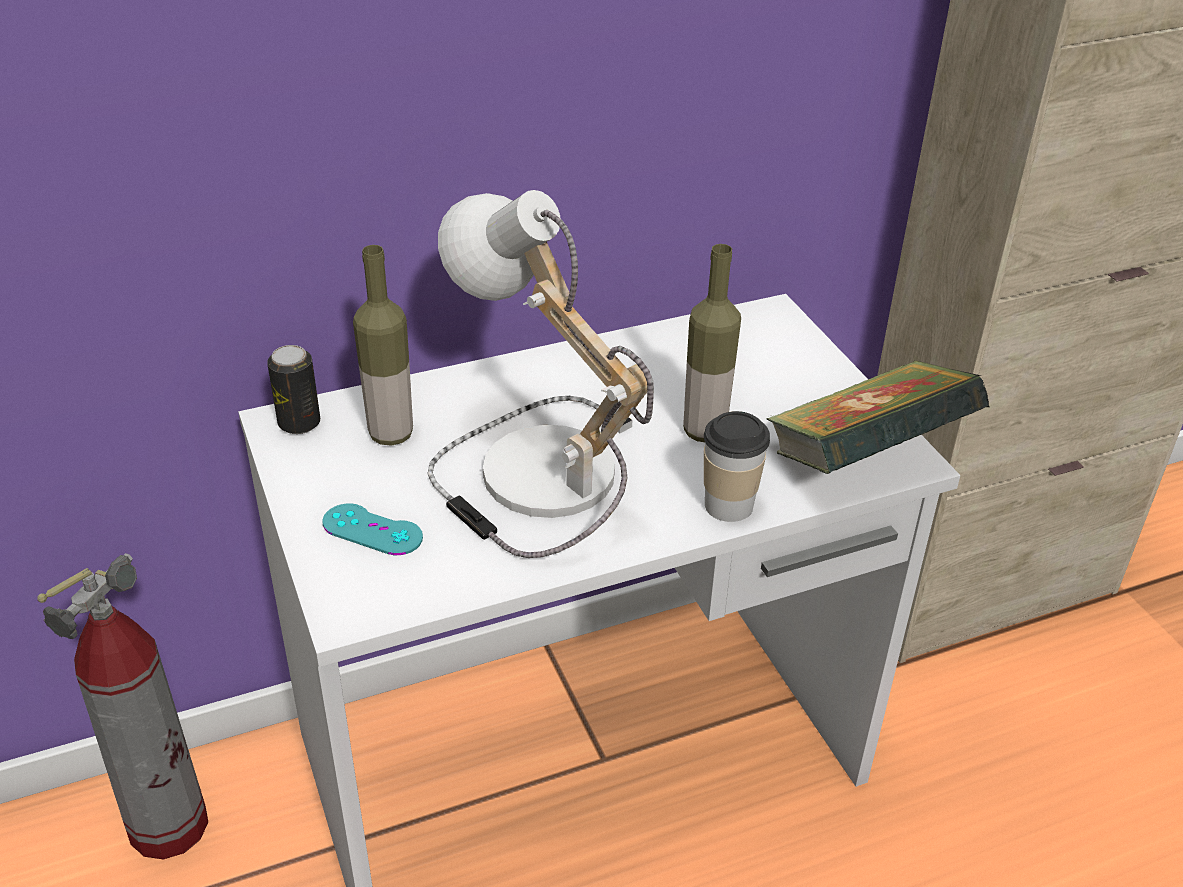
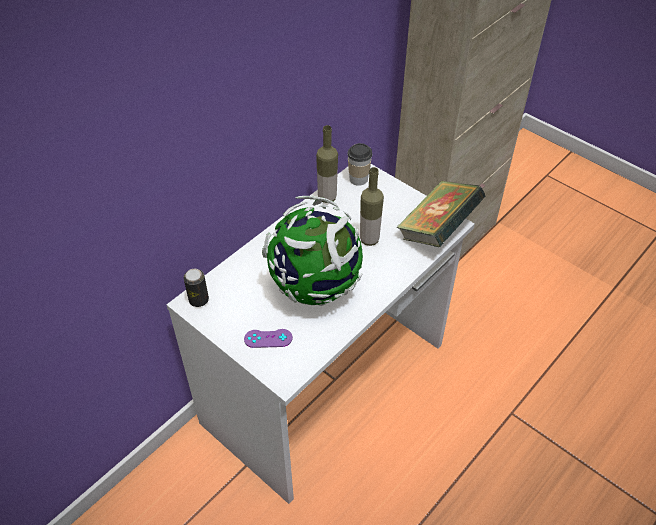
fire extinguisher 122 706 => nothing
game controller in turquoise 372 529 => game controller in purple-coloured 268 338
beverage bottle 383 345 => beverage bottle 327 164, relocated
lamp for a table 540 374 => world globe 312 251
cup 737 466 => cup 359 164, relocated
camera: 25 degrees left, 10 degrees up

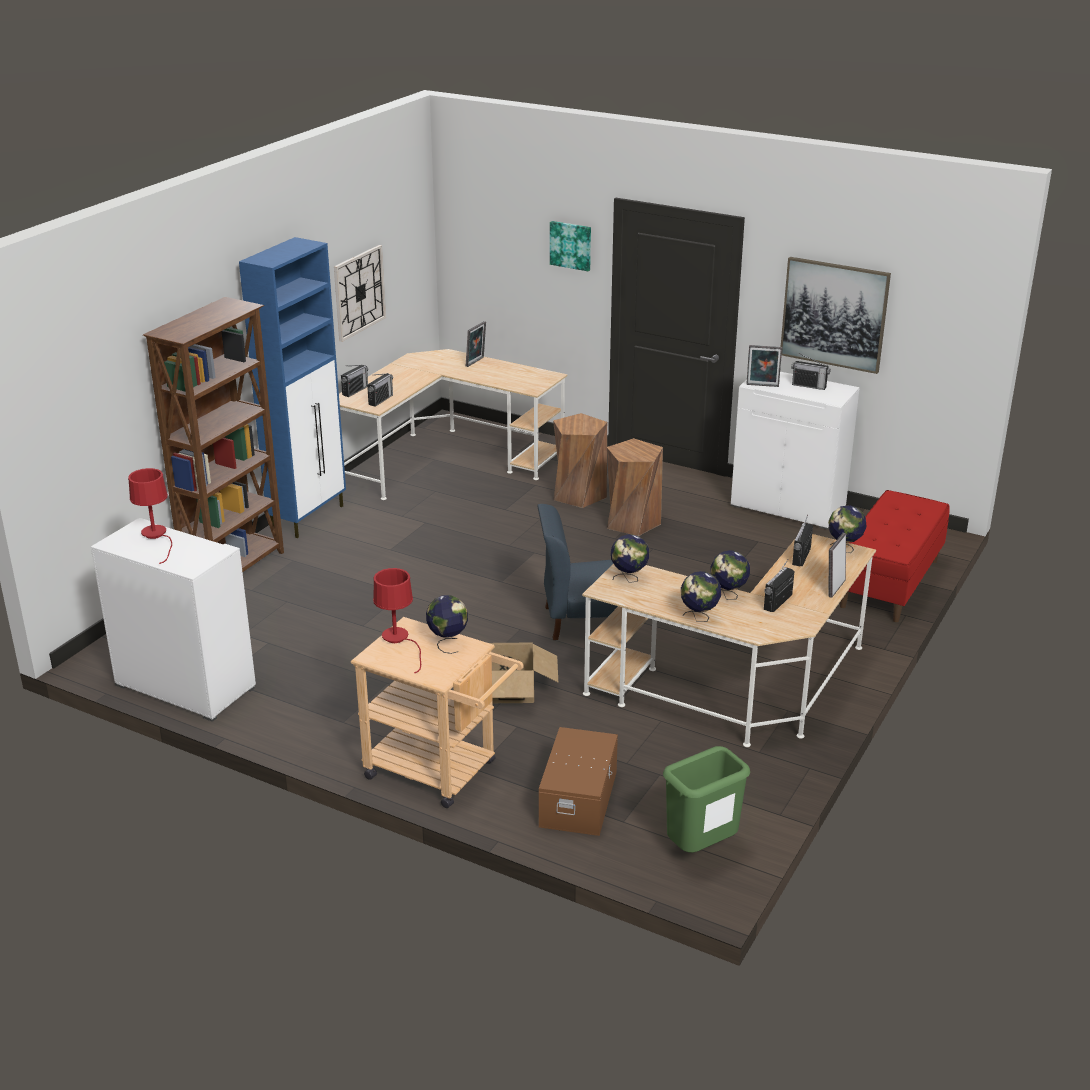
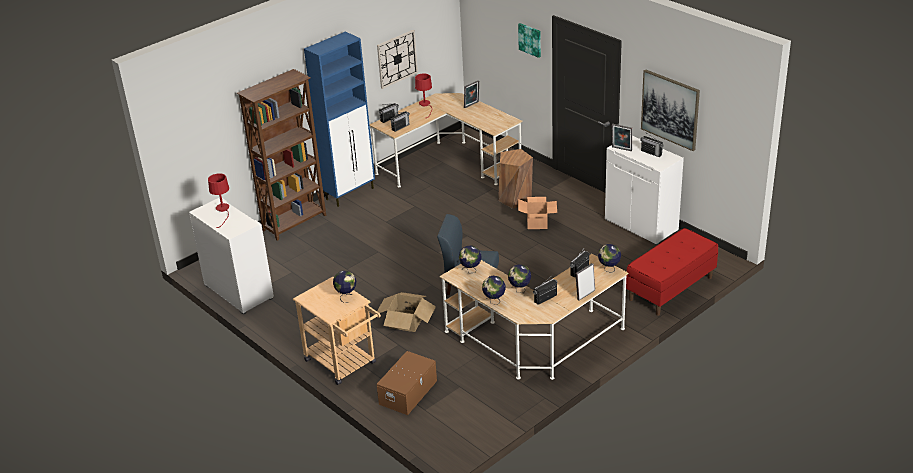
lamp for a table in reddish 397 620 => lamp for a table in reddish 423 95, relocated
sitting stool in brownish 635 487 => packing box 537 213
trash can in green-coloured 706 799 => nothing
camera: 20 degrees right, 5 degrees up

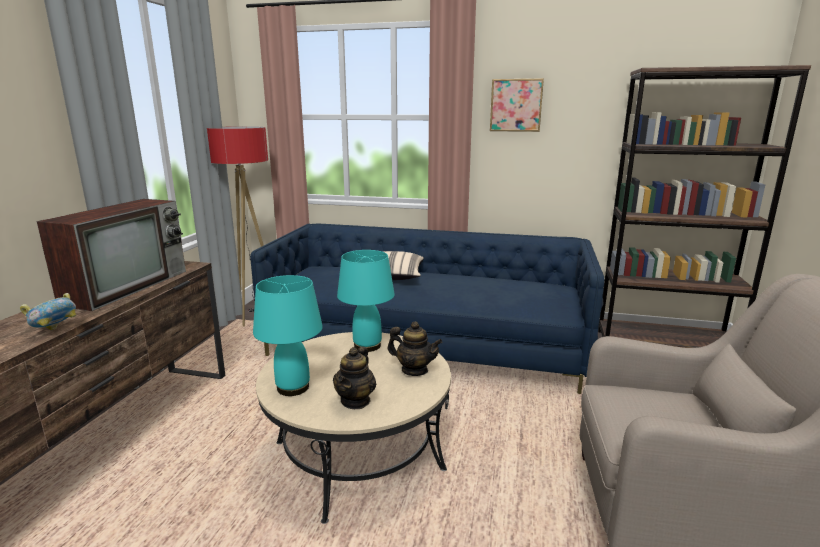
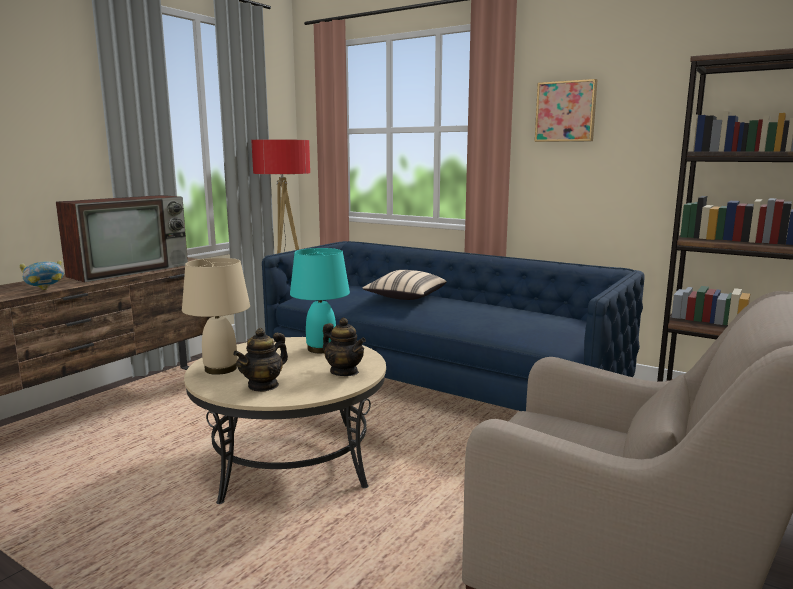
lamp for a table in turquoise 288 335 => lamp for a table in beige-coloured 216 316
camera: 20 degrees right, 5 degrees down

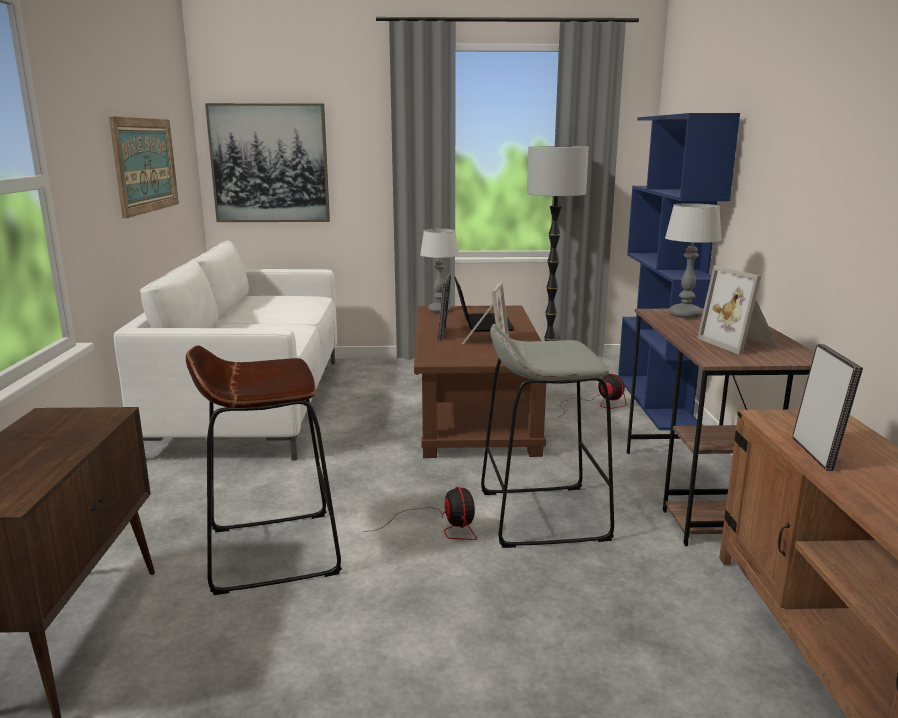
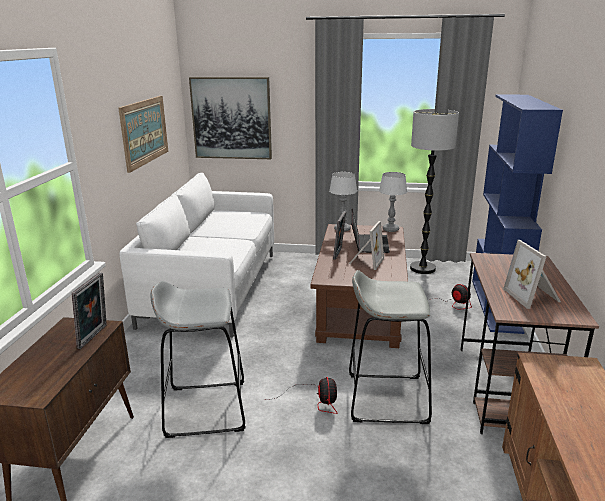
sitting stool in brownish 264 470 => sitting stool in grey 198 359
lamp for a table 693 260 => lamp for a table 393 202, relocated
picture frame 827 407 => picture frame 89 310, relocated
camera: 10 degrees right, 5 degrees up

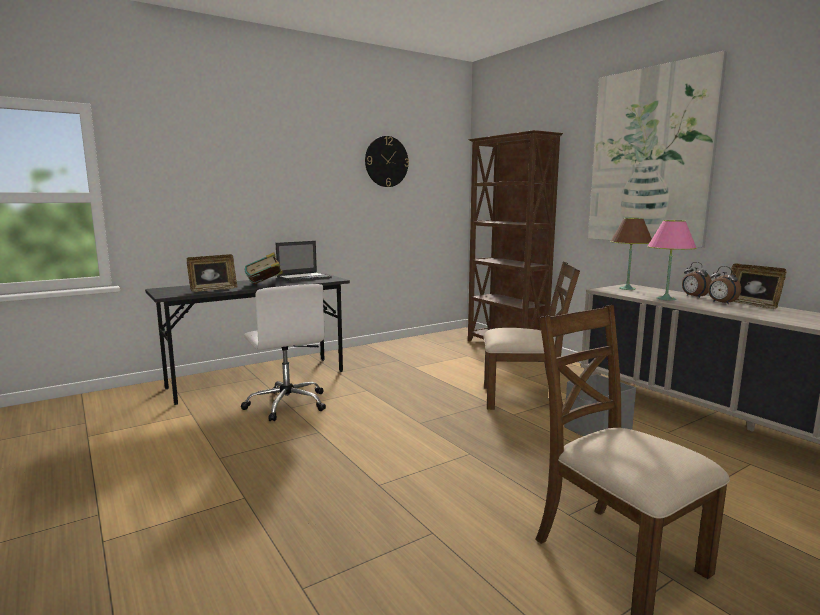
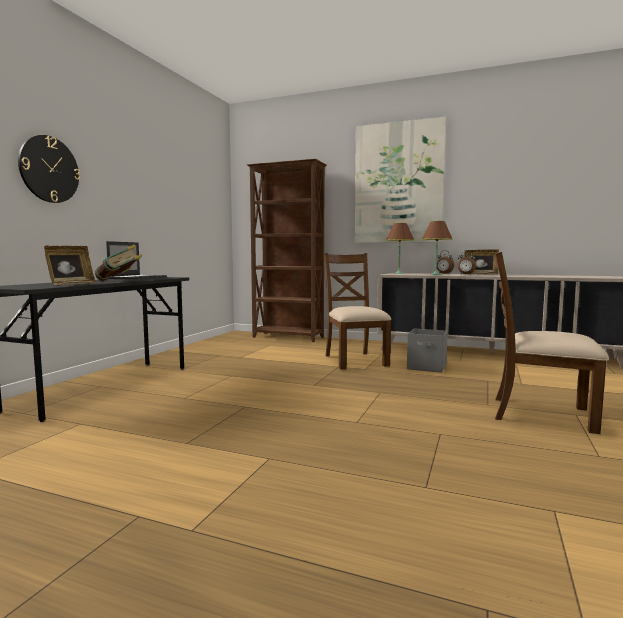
office chair in whitish 283 352 => nothing
clock on the wall 387 161 => clock on the wall 49 169, relocated
upright chair in brownish 531 335 => upright chair in brownish 357 311, 75 degrees counterclockwise
lamp for a table in pinkish 672 260 => lamp for a table in brownish 437 248
camera: 35 degrees left, 5 degrees down

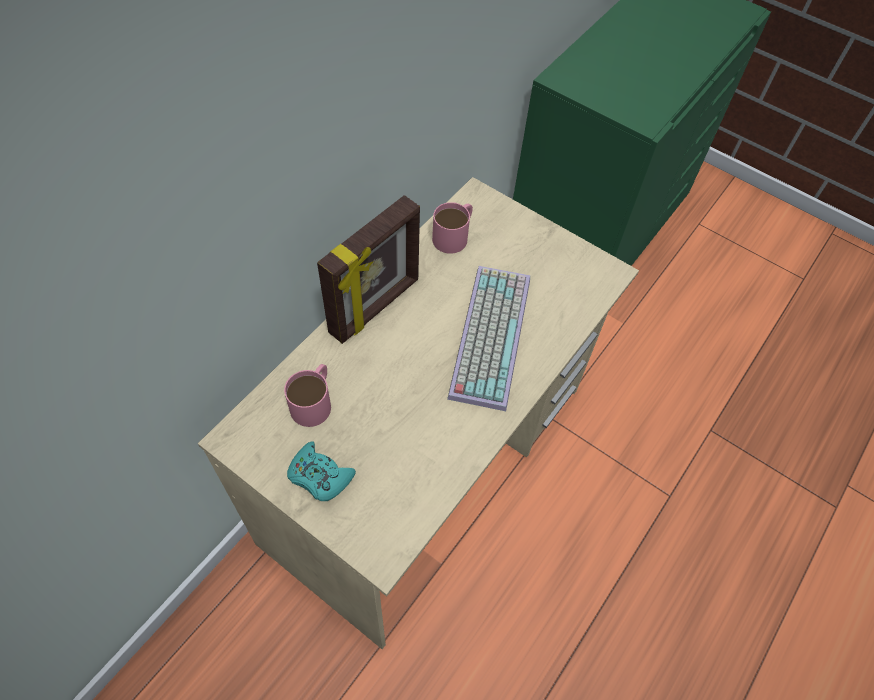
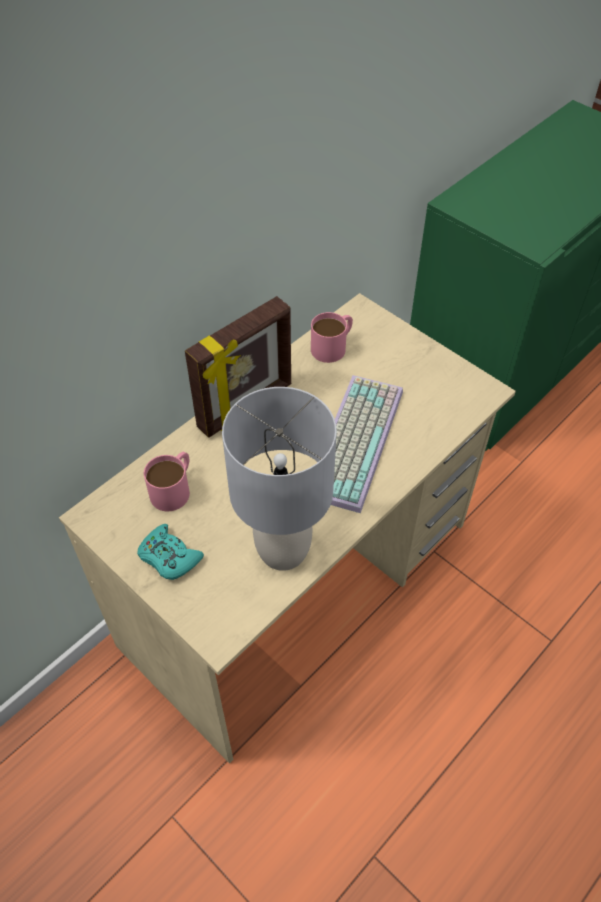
nothing => lamp for a table in grey 279 479
camera: 10 degrees right, 5 degrees down

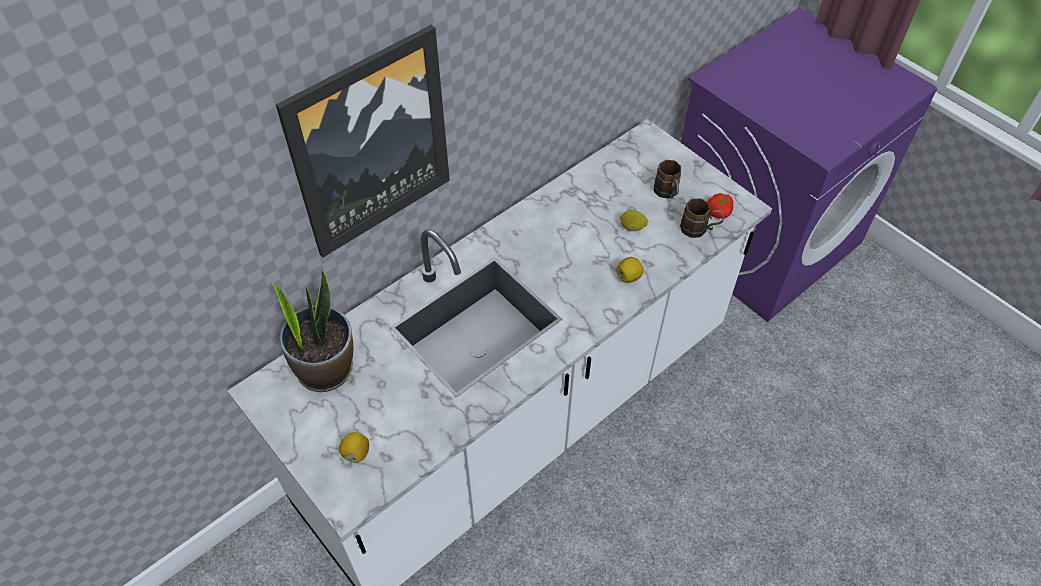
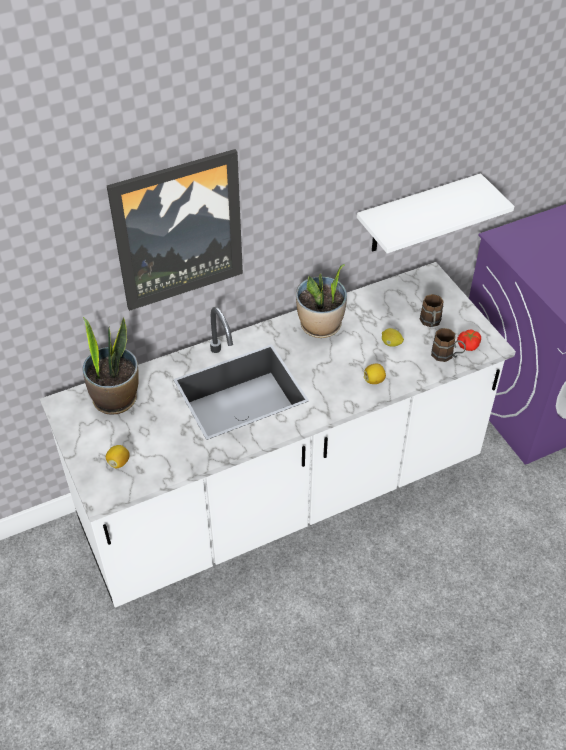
nothing => houseplant 321 301
nothing => bracket shelf in whitish 435 213
camera: 15 degrees right, 5 degrees down

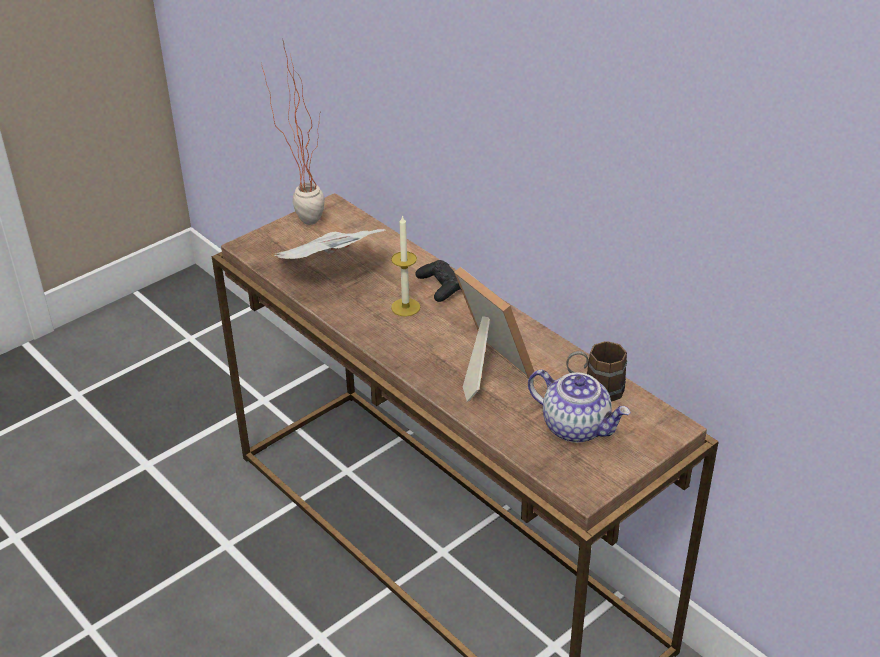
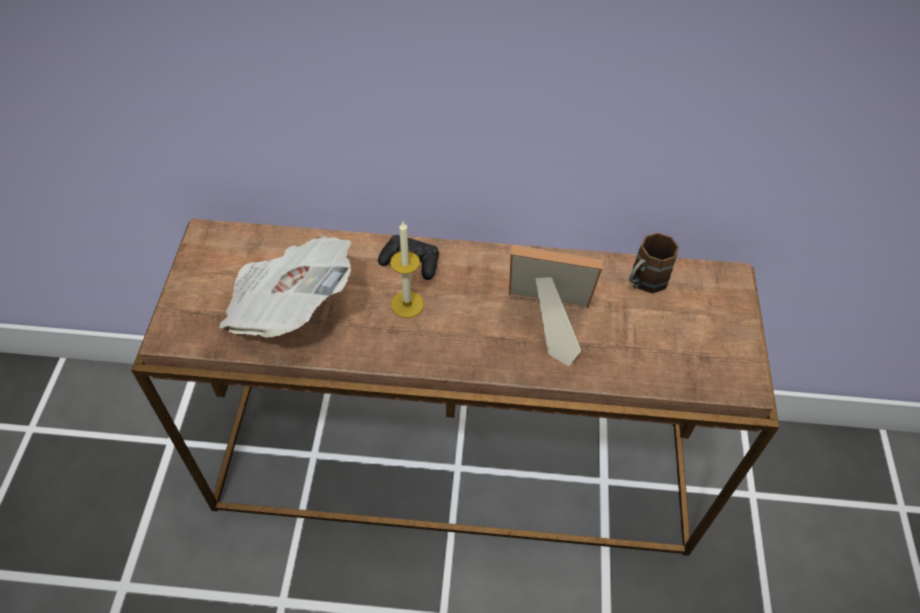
houseplant 293 133 => nothing
tea pot 579 406 => nothing
camera: 45 degrees left, 15 degrees up

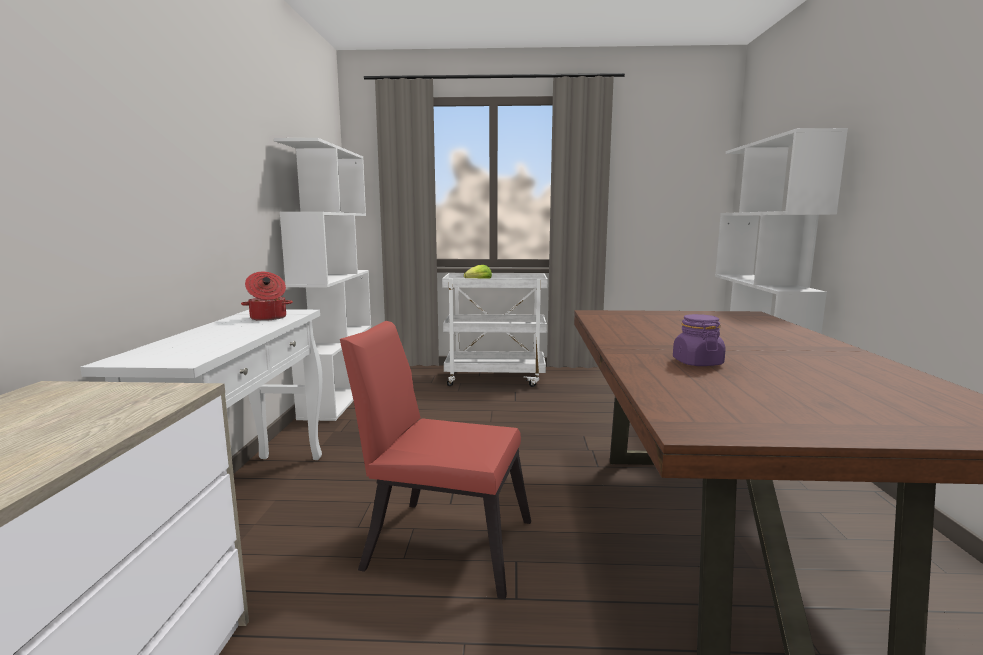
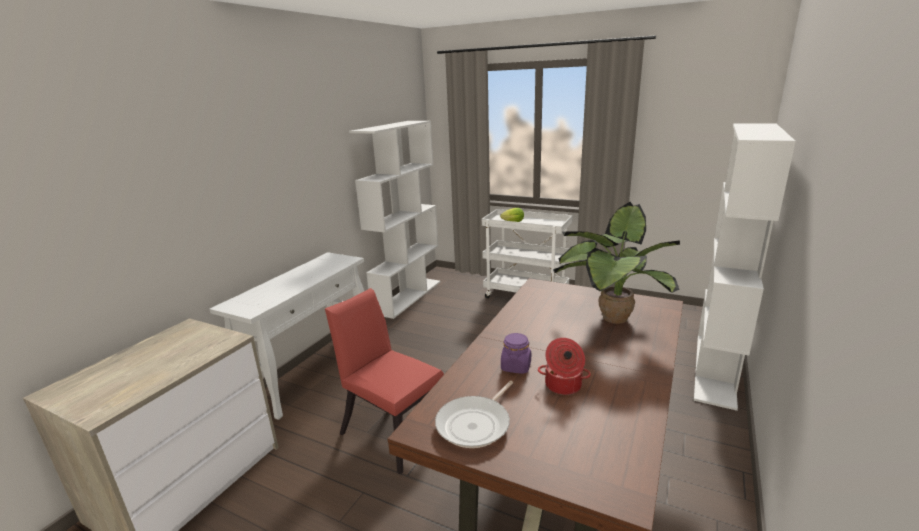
saucepot 267 296 => saucepot 564 366, relocated
nothing => pan 474 414
nothing => houseplant 616 263
camera: 25 degrees right, 10 degrees up

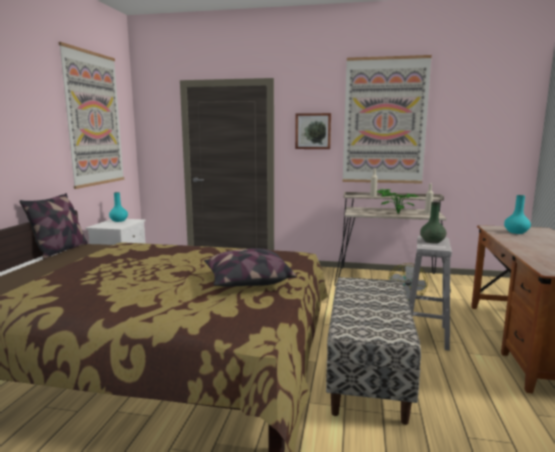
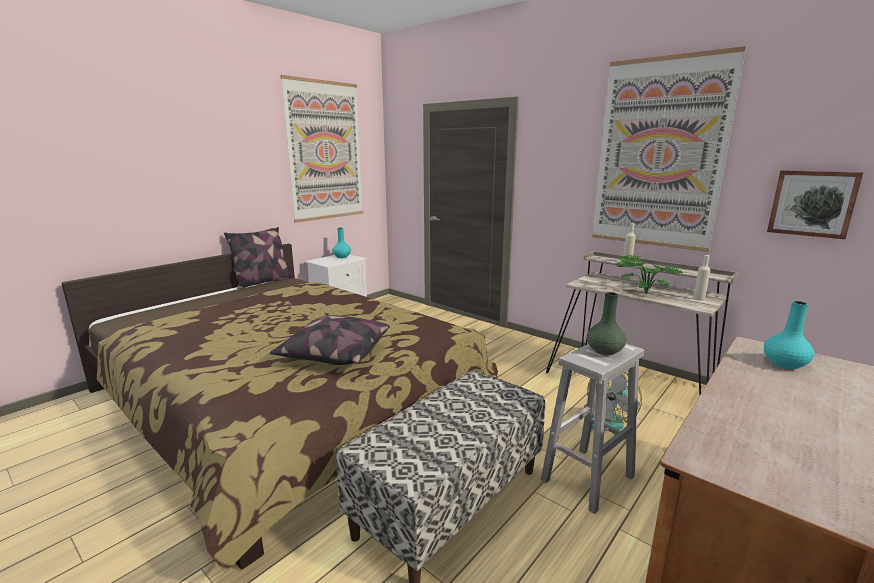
picture 313 131 => picture 815 204, relocated
camera: 30 degrees right, 5 degrees up

